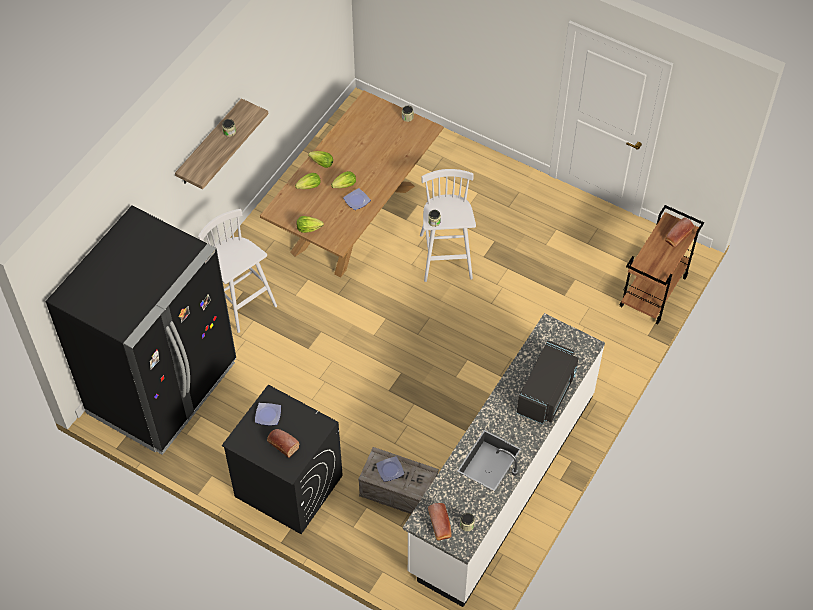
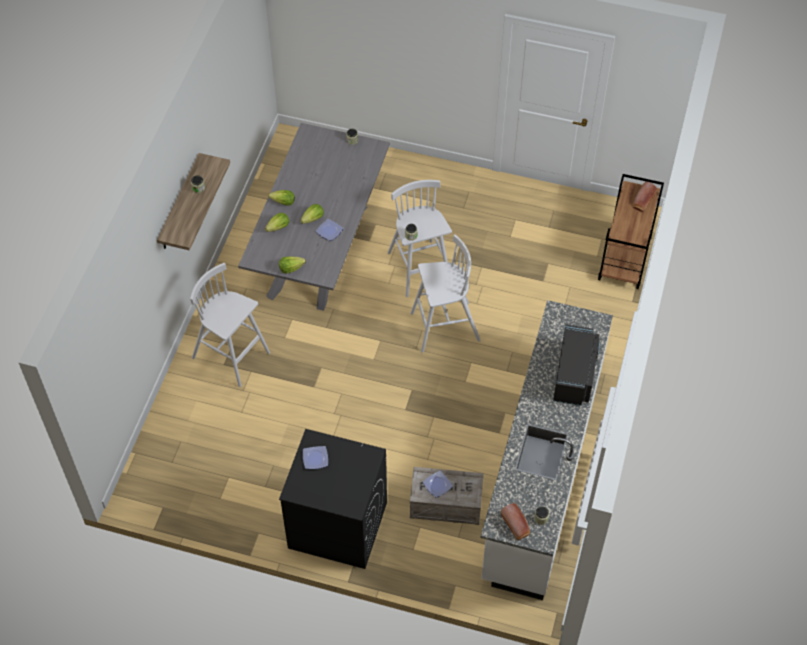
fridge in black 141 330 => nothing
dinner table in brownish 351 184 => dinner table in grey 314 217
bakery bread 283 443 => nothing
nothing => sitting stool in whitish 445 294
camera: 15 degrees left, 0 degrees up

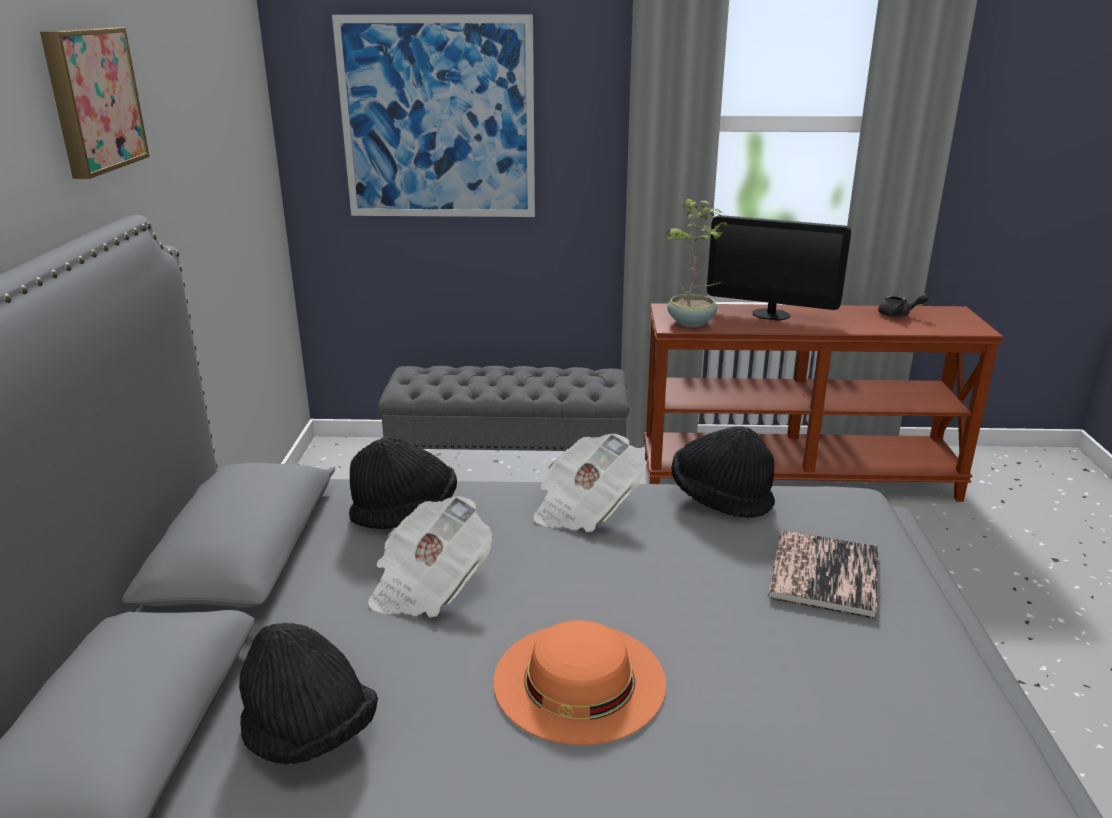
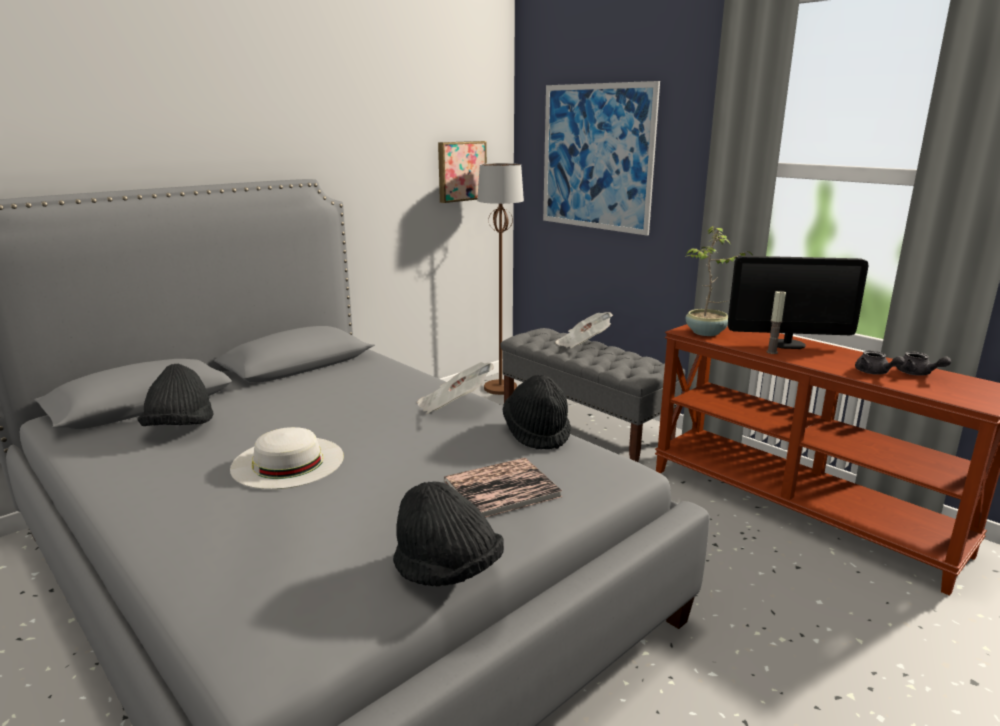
picture 95 103 => picture 462 172, relocated
hat in black 403 482 => hat in black 448 533, relocated
newspaper 430 556 => newspaper 584 330, relocated
hat in orange-coloured 580 682 => hat in whitish 287 458
computer screen 779 268 => computer screen 798 302, 60 degrees counterclockwise
nothing => floor lamp in brownish 500 279
nothing => wax candle 776 322
nothing => tea pot in grey 880 363
camera: 45 degrees right, 5 degrees down

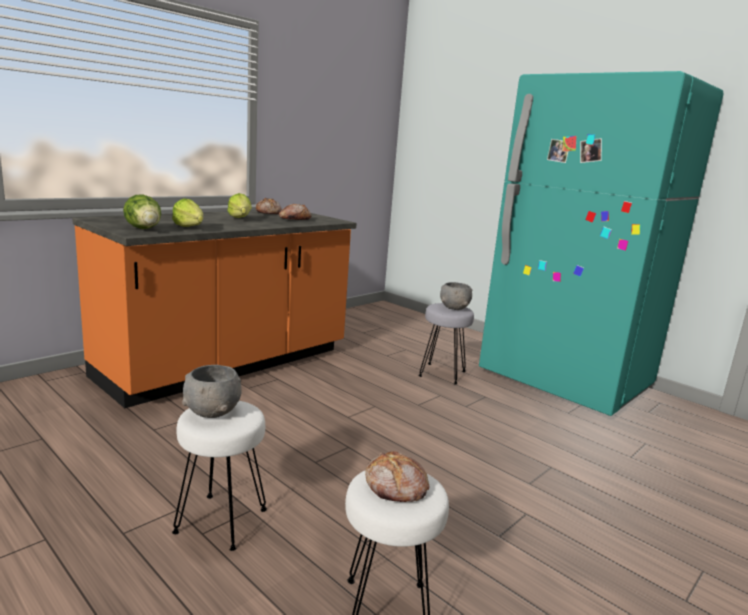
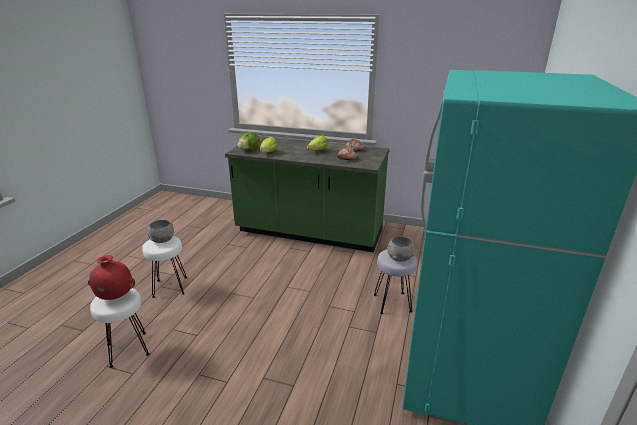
counter in orange-coloured 214 309 => counter in green-coloured 307 194
bakery bread 397 476 => decorative vase in reddish 111 277
camera: 65 degrees right, 10 degrees up

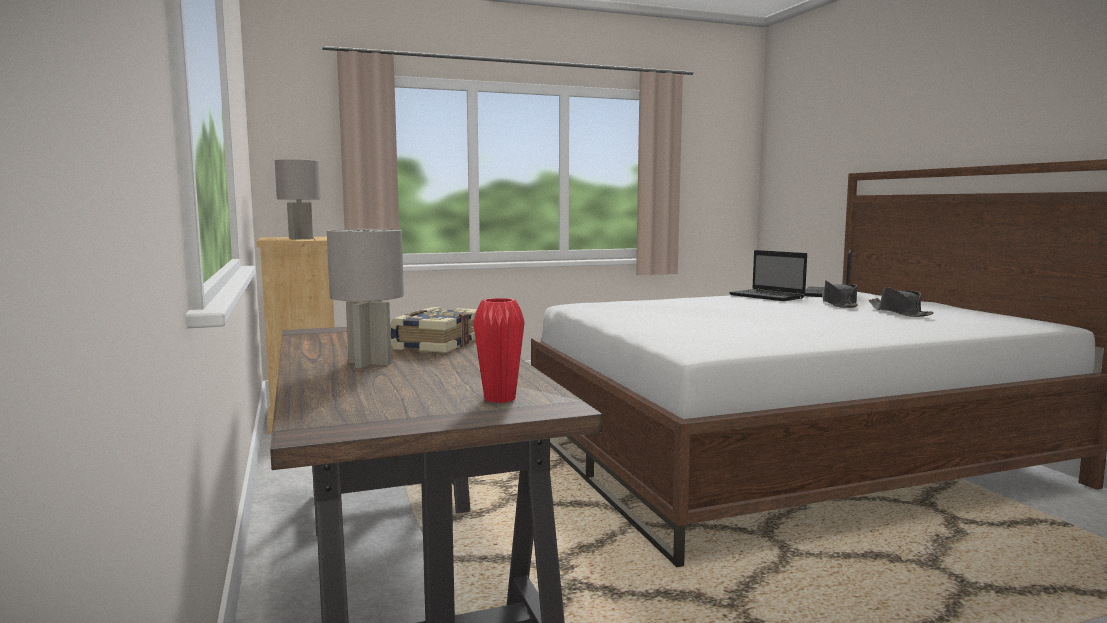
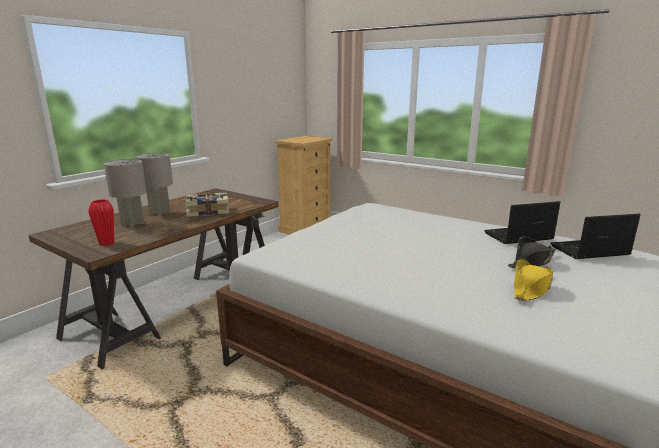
lamp for a table in grey 298 199 => lamp for a table in grey 125 193, relocated
laptop 768 275 => laptop 522 222, 60 degrees clockwise
hat in black 901 302 => hat in yellow 533 280
camera: 55 degrees right, 10 degrees up

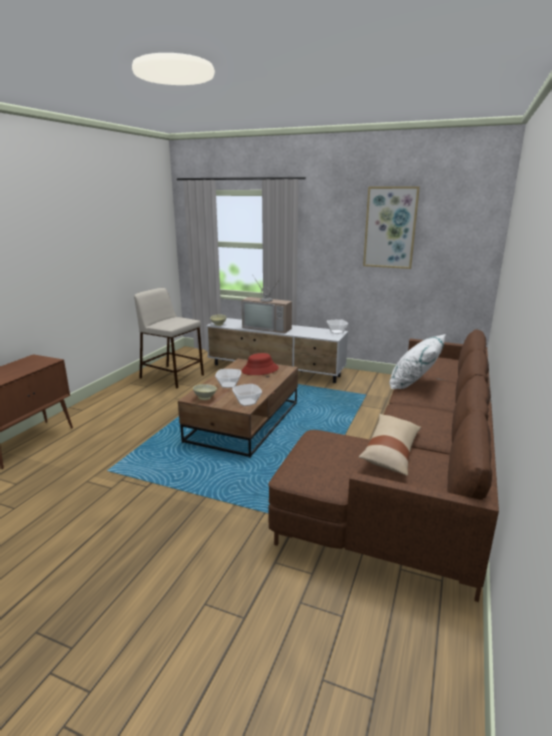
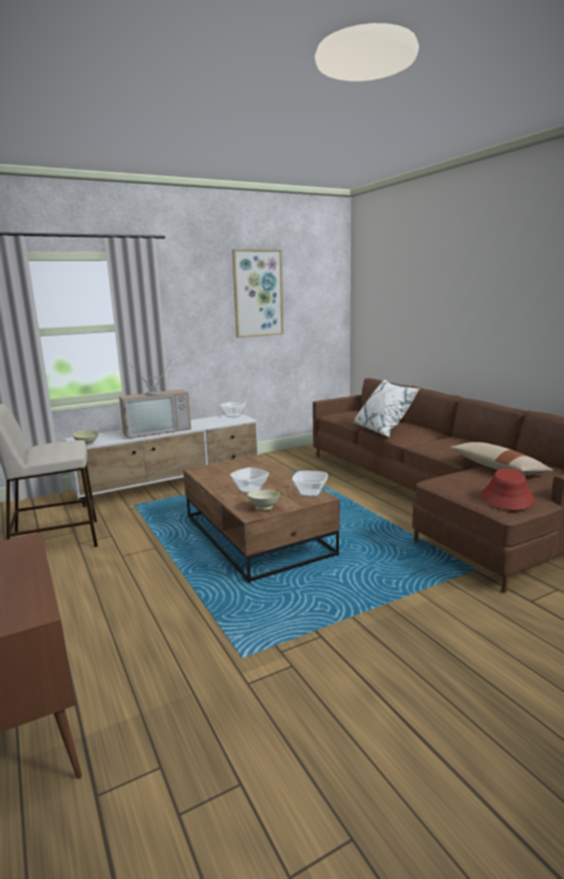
hat in reddish 260 364 => hat in reddish 508 489, relocated
camera: 50 degrees left, 5 degrees down

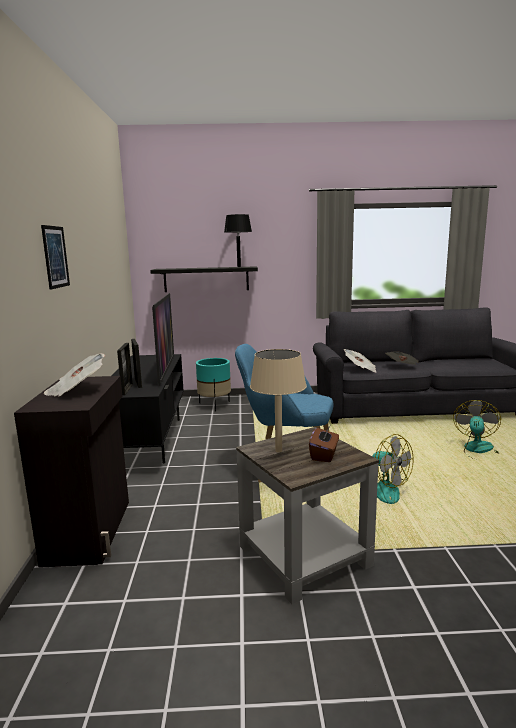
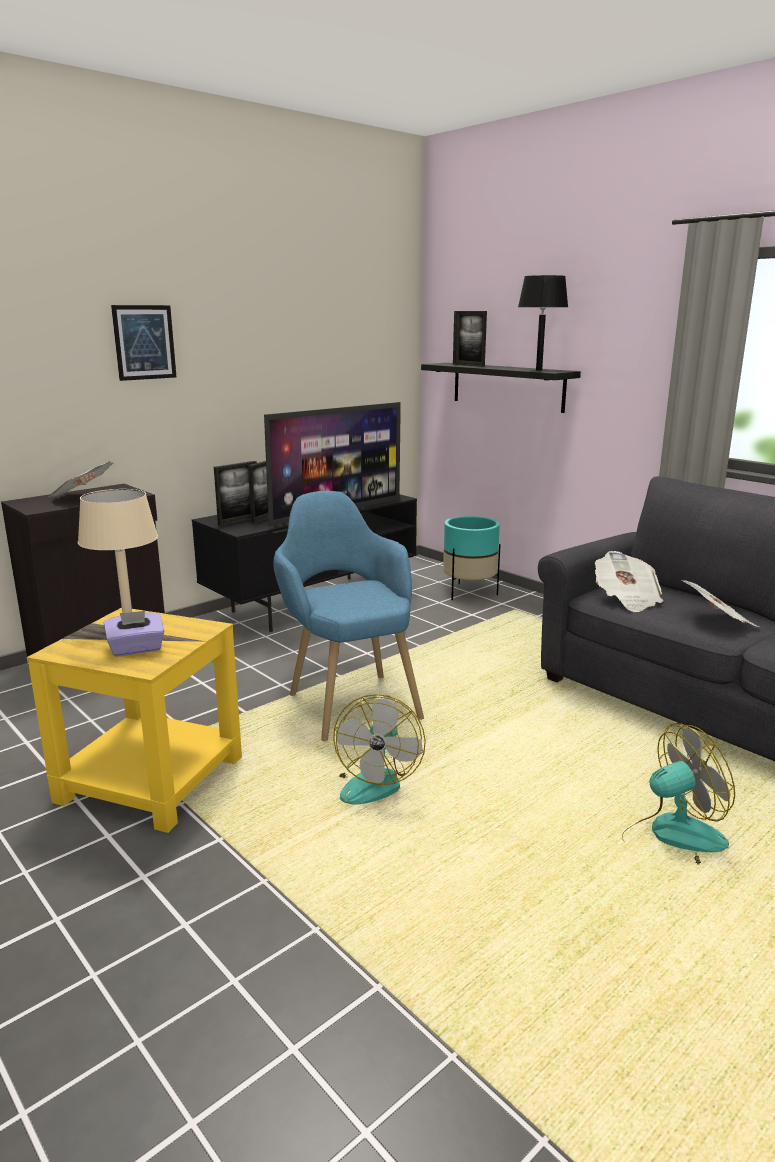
accent table in grey 307 515 => accent table in yellow 134 720
tissue holder in brownish 324 444 => tissue holder in purple-coloured 134 634
nothing => picture frame 470 339
camera: 50 degrees right, 5 degrees up

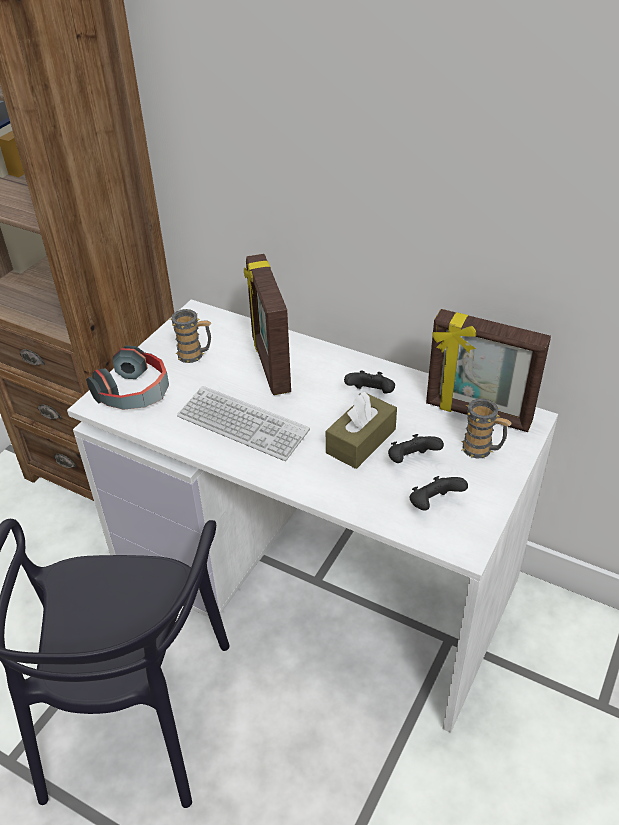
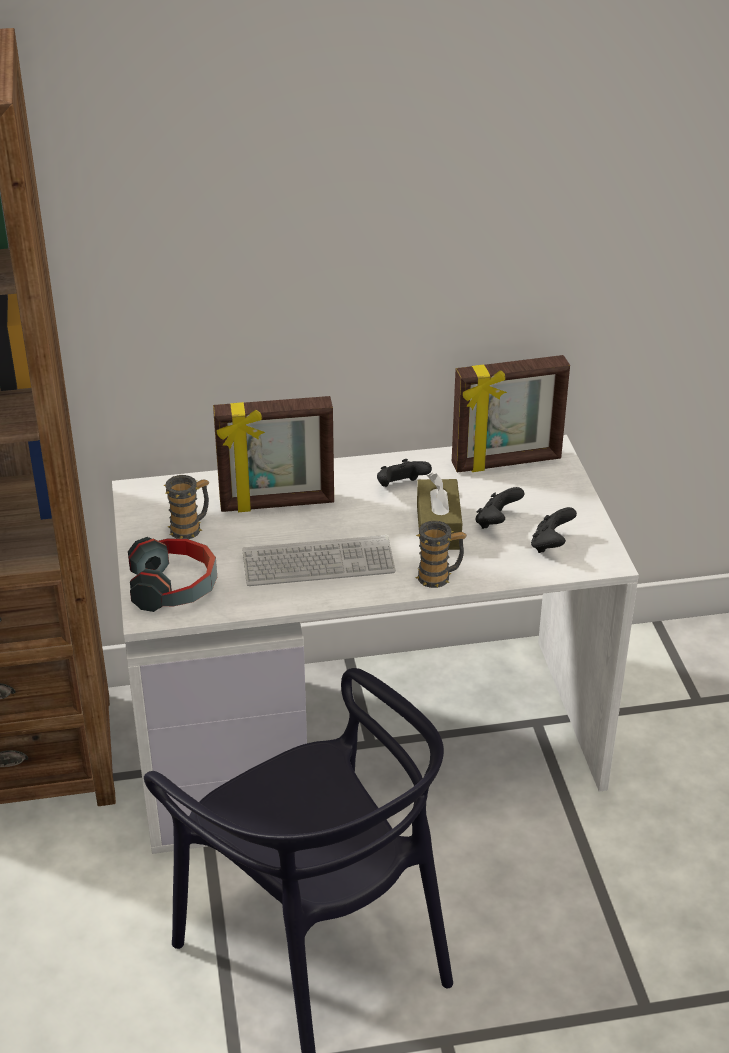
picture frame 267 324 => picture frame 273 454, 45 degrees counterclockwise
tea mug 486 428 => tea mug 441 554, relocated
camera: 40 degrees left, 5 degrees down

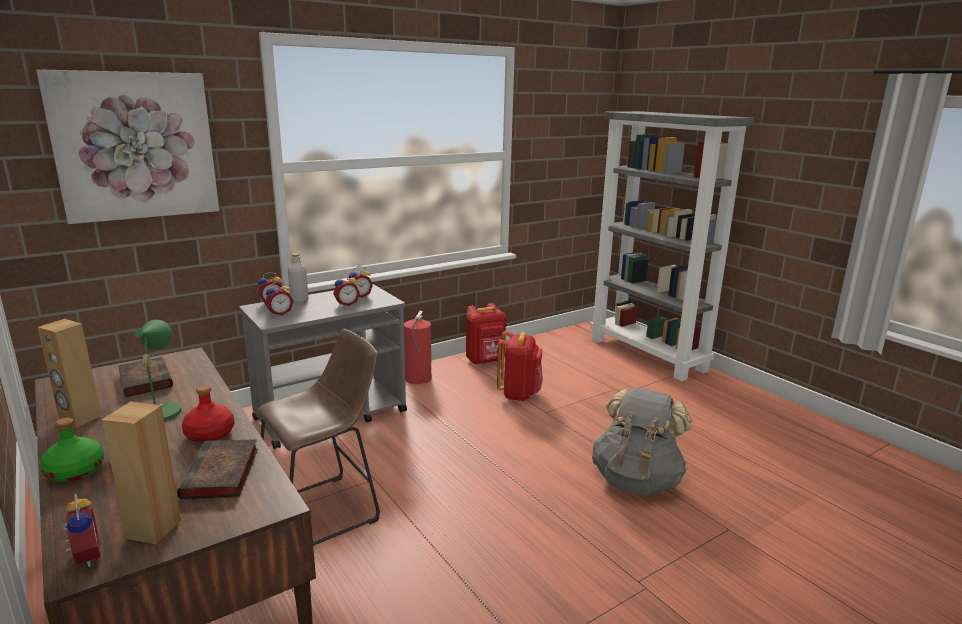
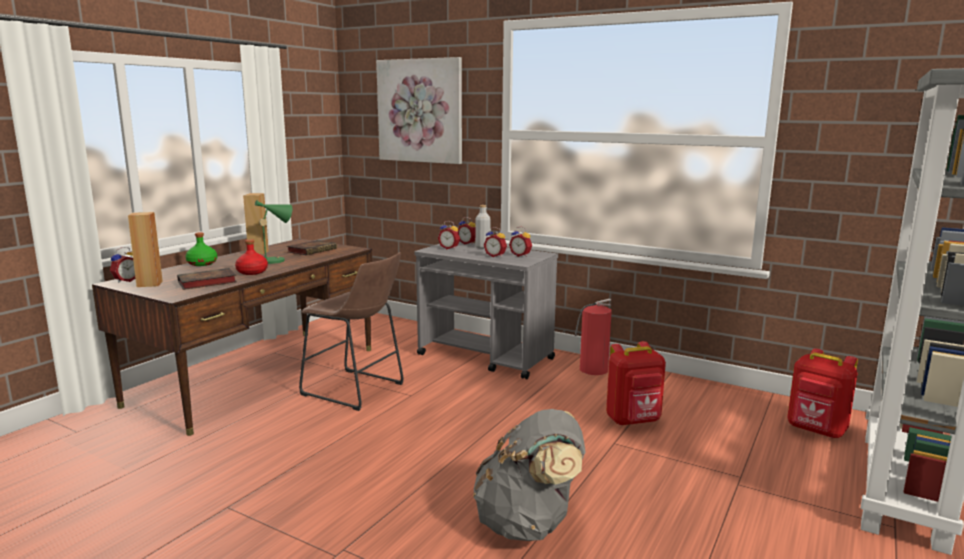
knapsack in reddish 486 334 => knapsack in reddish 822 393, relocated
camera: 65 degrees right, 5 degrees down

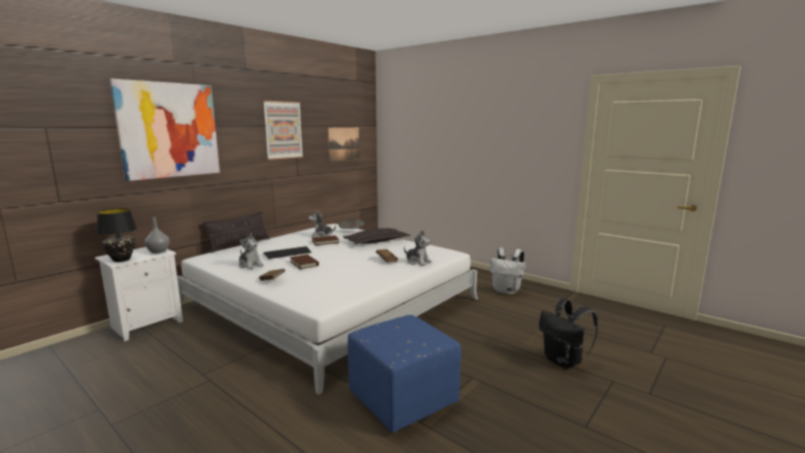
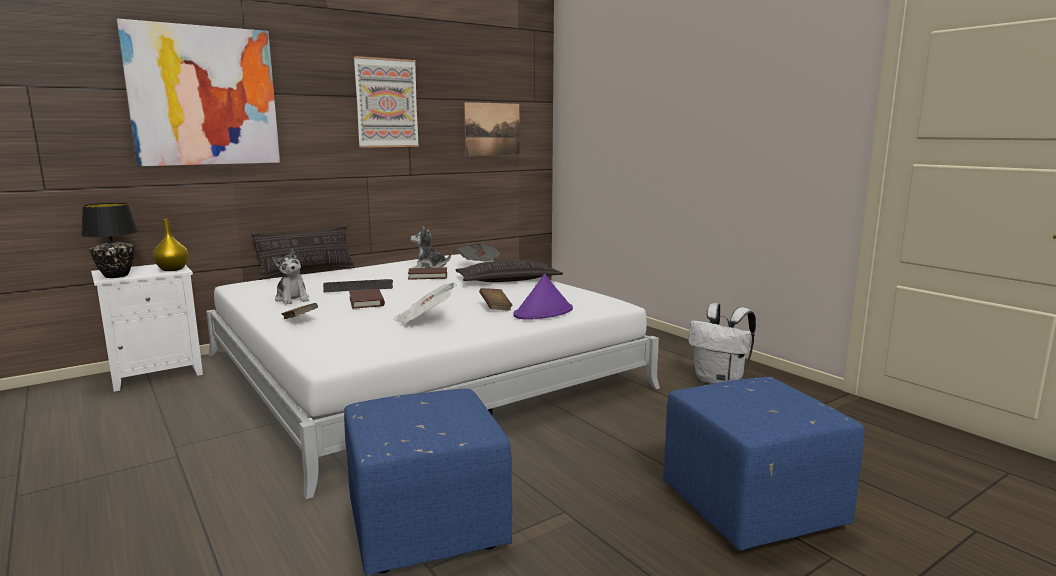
decorative vase in grey 157 235 => decorative vase in yellow 170 245
plush toy 418 248 => hat in purple-coloured 543 297
knapsack in black 568 334 => pouffe in bluish 763 464
nothing => newspaper 425 303
camera: 15 degrees right, 0 degrees up

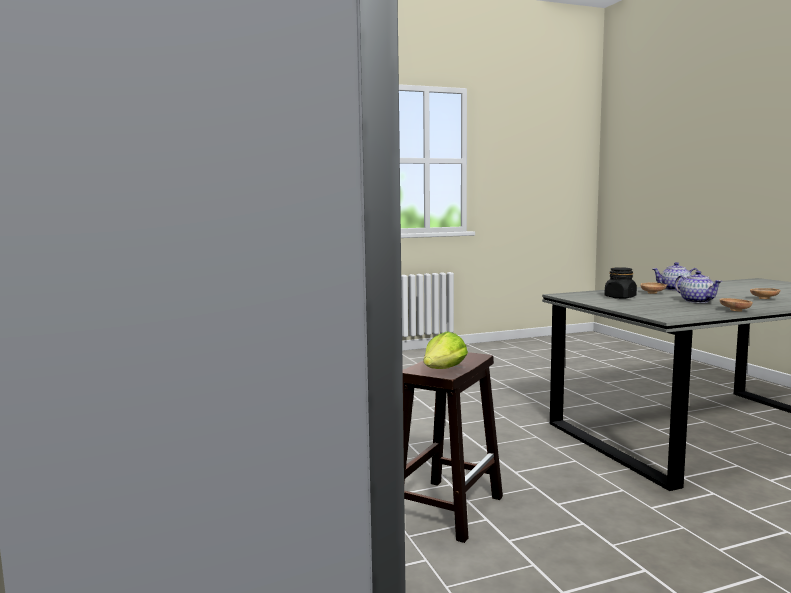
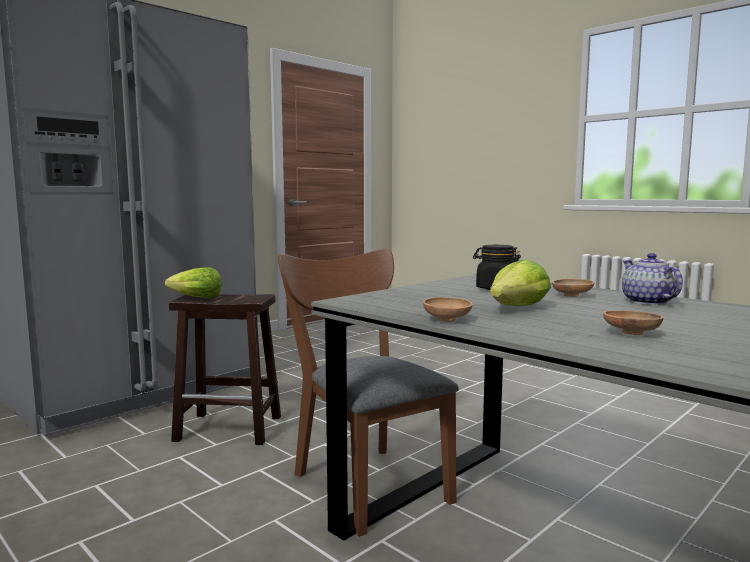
tea pot 699 287 => lettuce head 520 282
nothing => upright chair in brownish 368 392
camera: 65 degrees right, 0 degrees up

